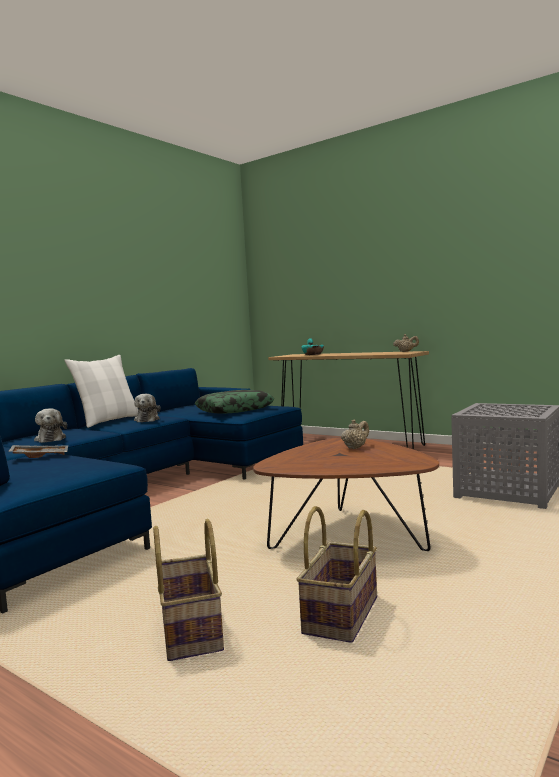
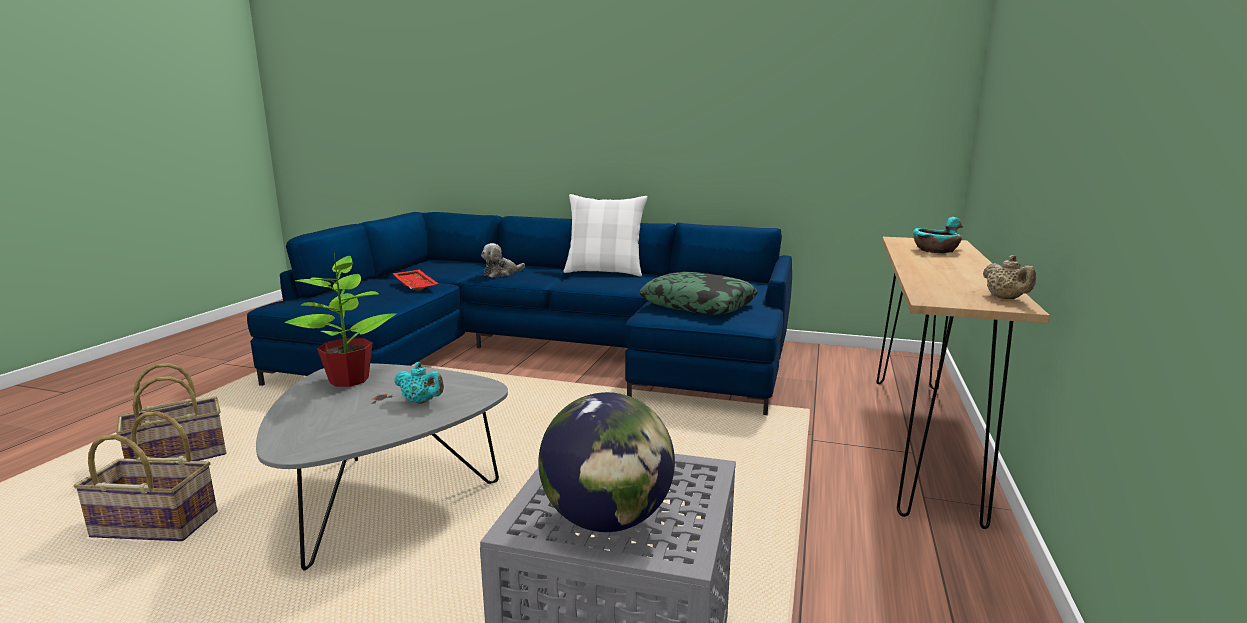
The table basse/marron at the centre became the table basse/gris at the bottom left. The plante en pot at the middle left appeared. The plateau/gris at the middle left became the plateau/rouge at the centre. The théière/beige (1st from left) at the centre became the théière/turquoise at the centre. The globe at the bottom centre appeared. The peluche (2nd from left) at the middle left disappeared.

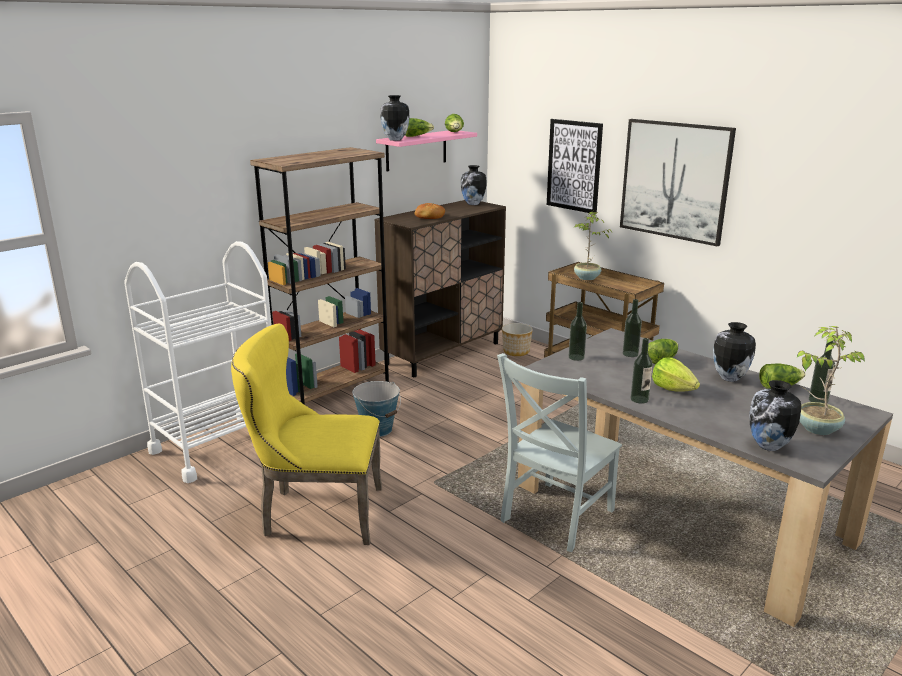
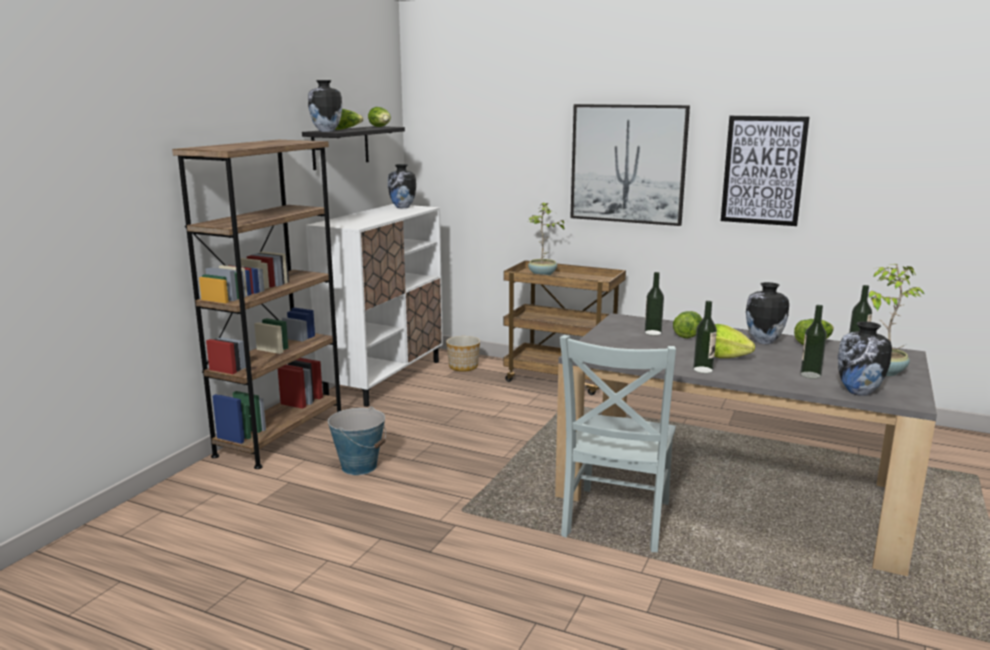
The étagère/rose at the top centre became the étagère/noir at the top centre. The meuble de rangement/marron at the centre became the meuble de rangement/blanc at the centre. The tableau (1st from left in the first image) moved from the top centre to the top right. The bouteille (1st from left in the first image) moved from the centre to the middle right. The chariot/blanc at the middle left disappeared. The chaise/jaune at the centre disappeared. The pain at the top centre disappeared.

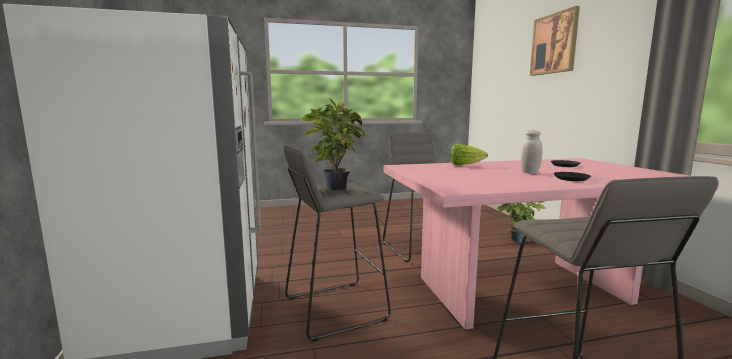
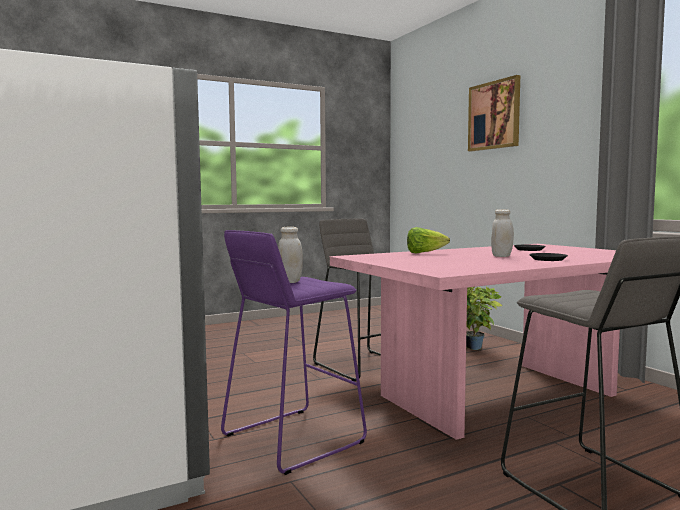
The tabouret/gris (1st from left) at the bottom centre became the tabouret/violet at the bottom centre. The plante en pot (1st from left) at the centre was replaced by the bocal/blanc (1st from left) at the centre.

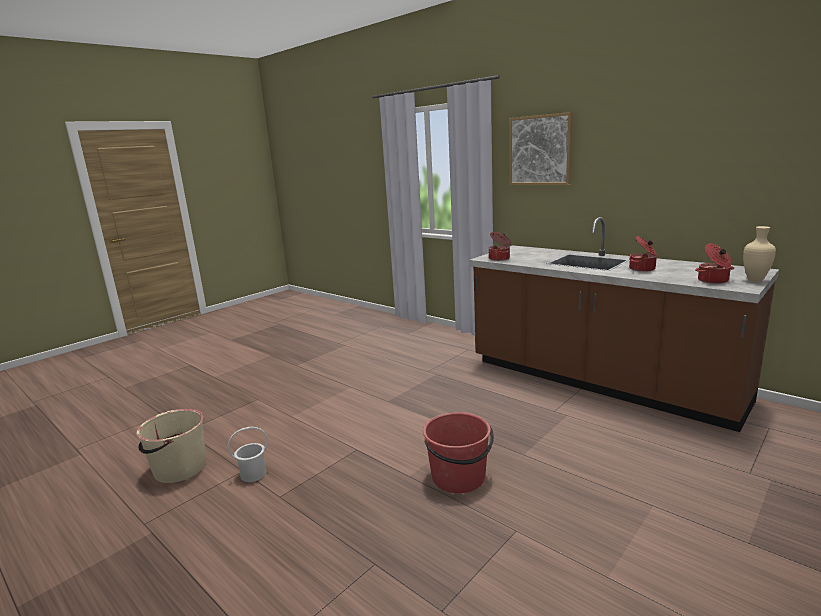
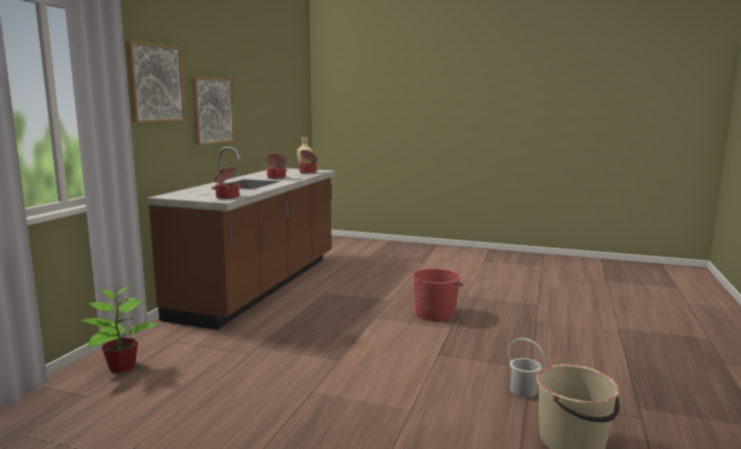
The plante en pot at the bottom left appeared. The tableau (2nd from left) at the top left appeared.

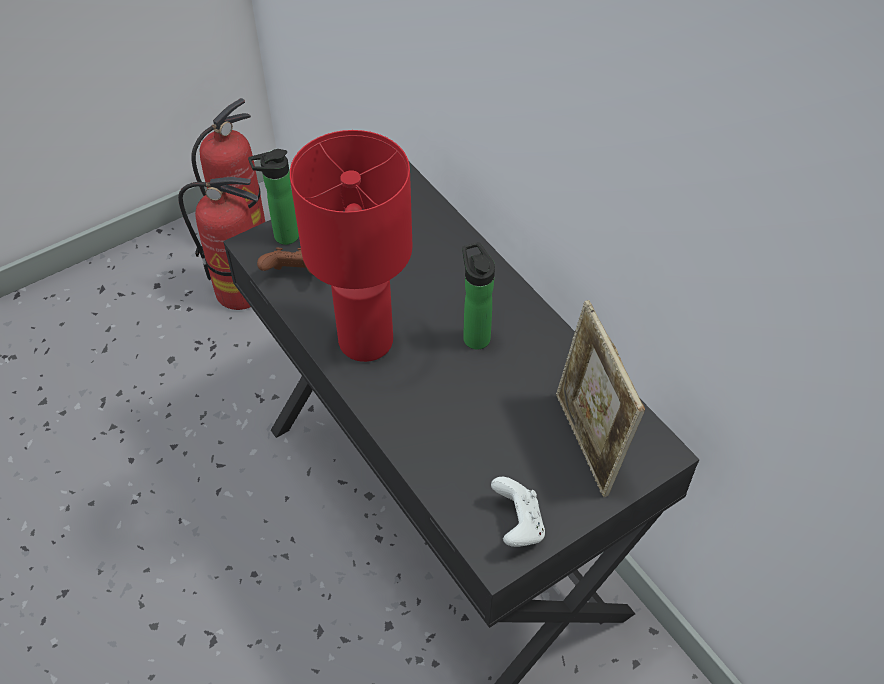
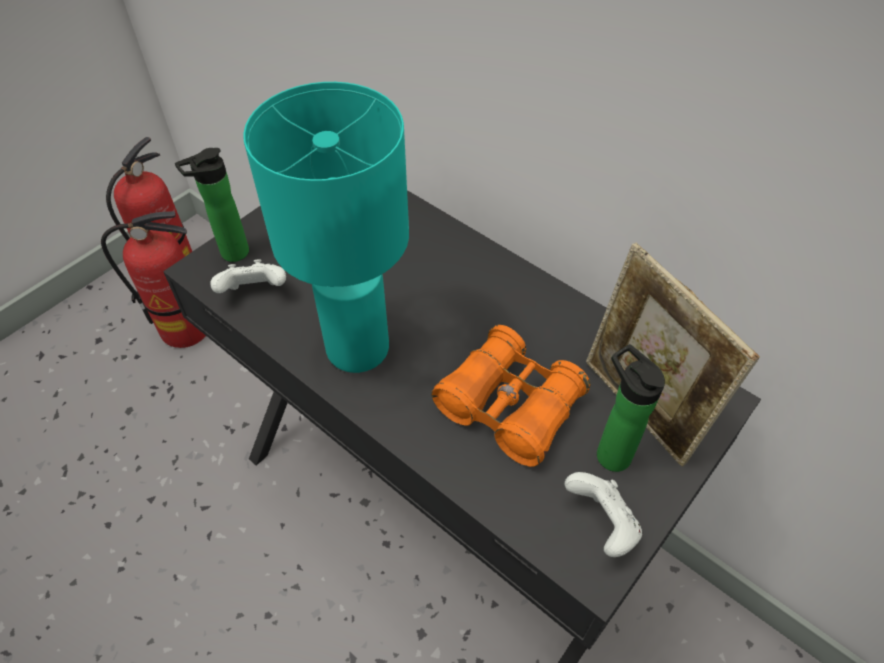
The manette/marron at the middle left became the manette/blanc (1st from left) at the middle left. The lampe de table/rouge at the centre became the lampe de table/turquoise at the centre. The jumelles/orange at the centre appeared. The bouteille (2nd from left) moved from the centre to the middle right.

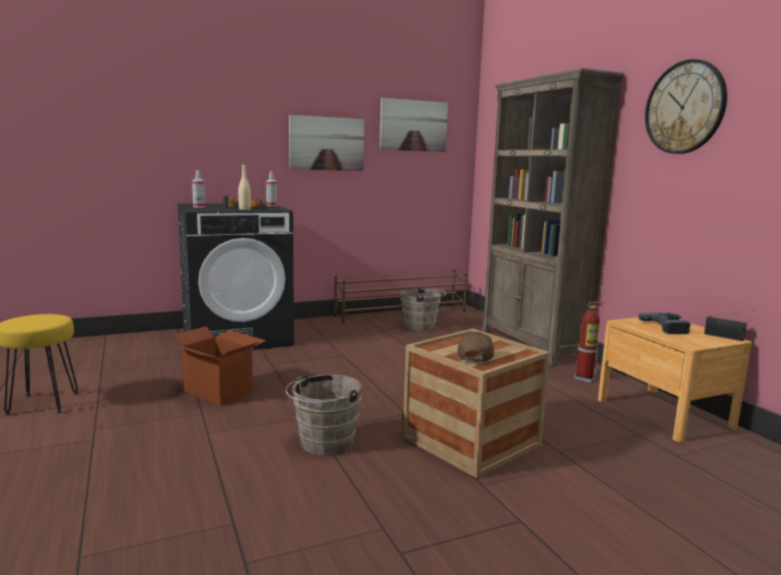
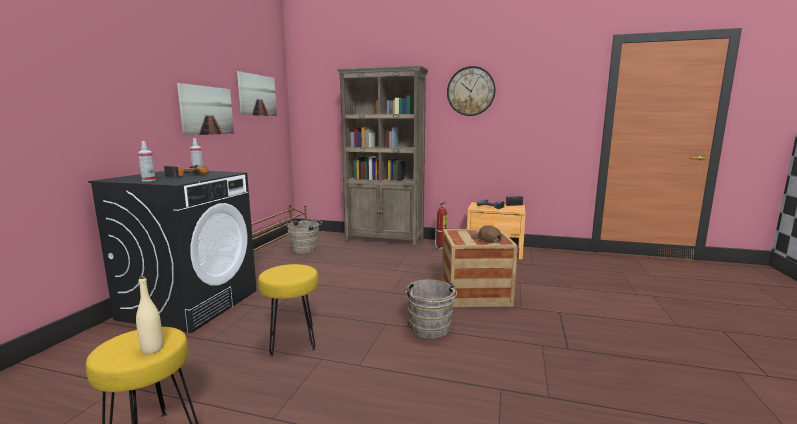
The bouteille/beige moved from the top left to the bottom left. The carton at the middle left was replaced by the tabouret/jaune (2nd from left) at the bottom centre.

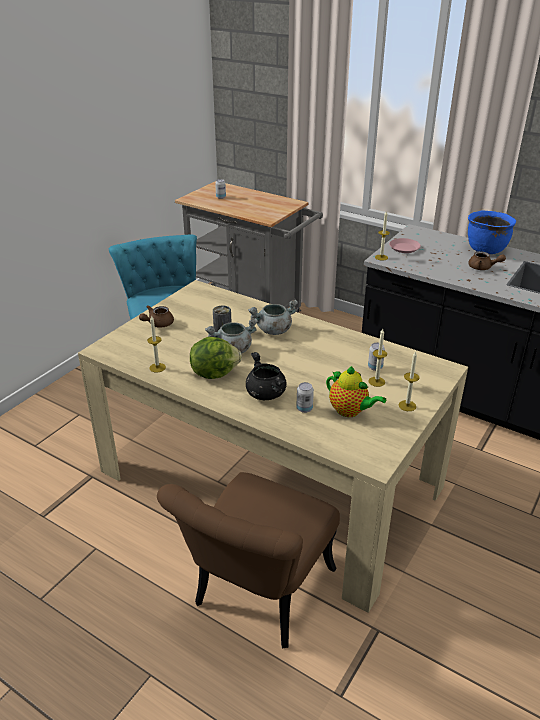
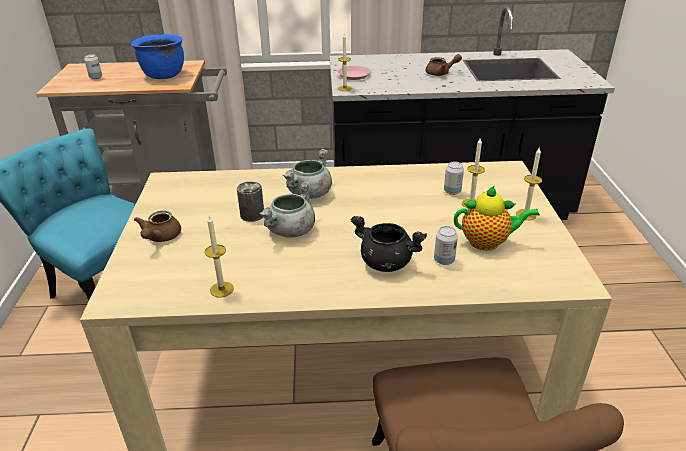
The marmite/bleu moved from the top right to the top left. The laitue at the centre disappeared.

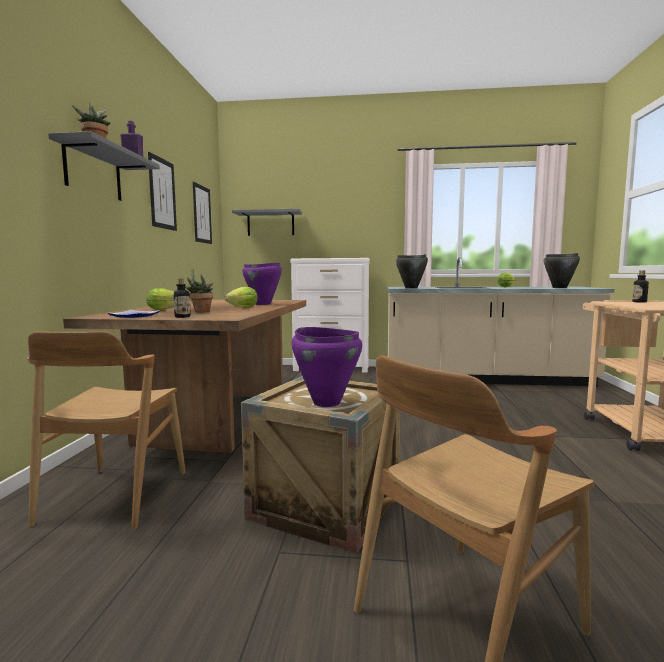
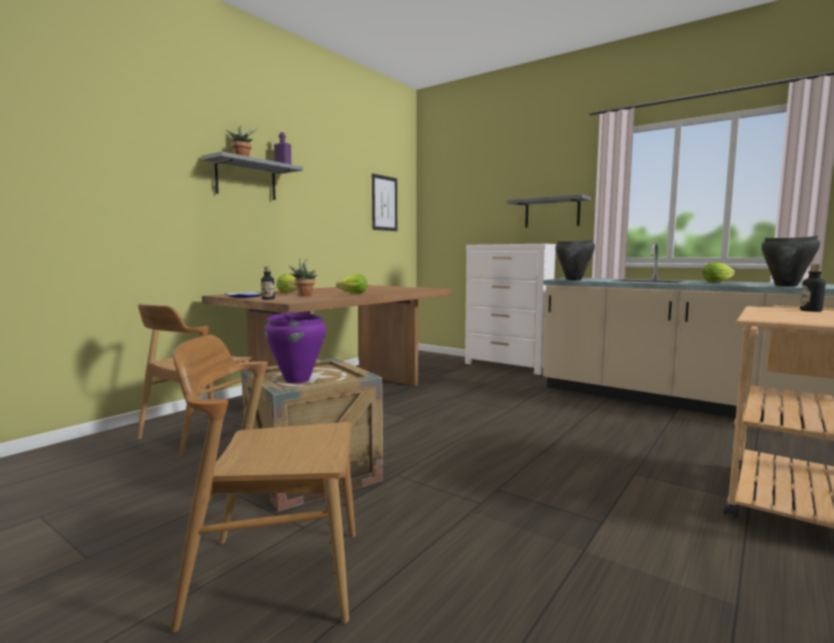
The étagère/gris (2nd from left) moved from the centre to the top centre. The tableau (1st from left) at the top left disappeared. The marmite/violet (1st from left) at the centre disappeared.

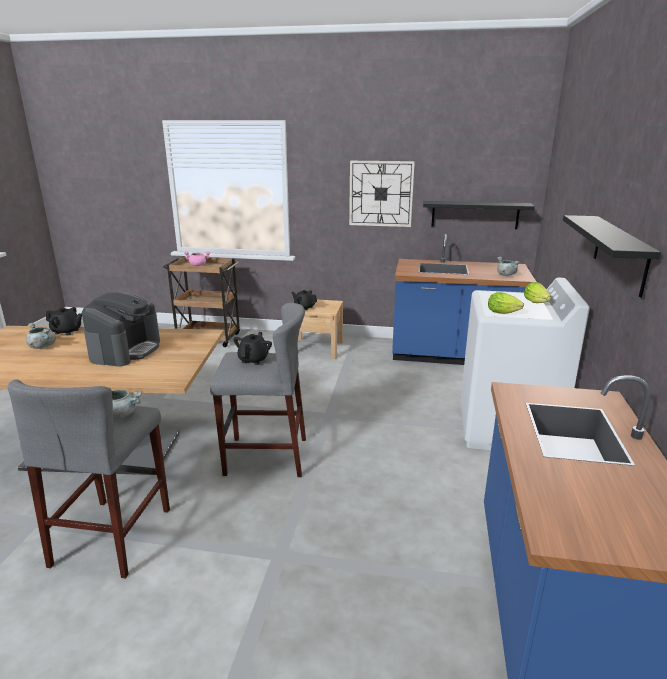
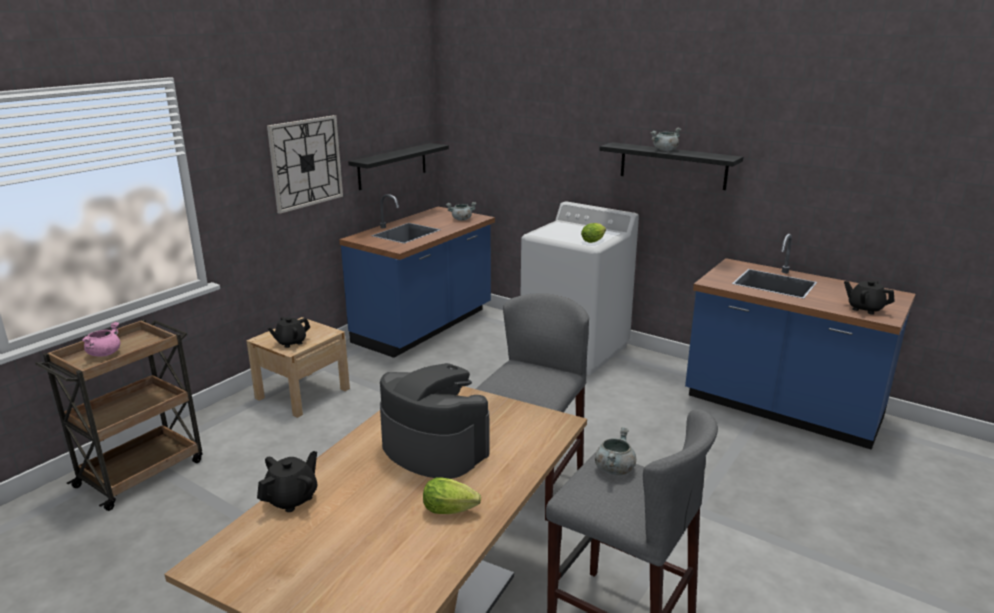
The laitue (2nd from left in the first image) moved from the middle right to the bottom centre. The marmite/gris (1st from left in the first image) moved from the middle left to the top right. The théière/noir (2nd from left in the first image) moved from the centre to the middle right.

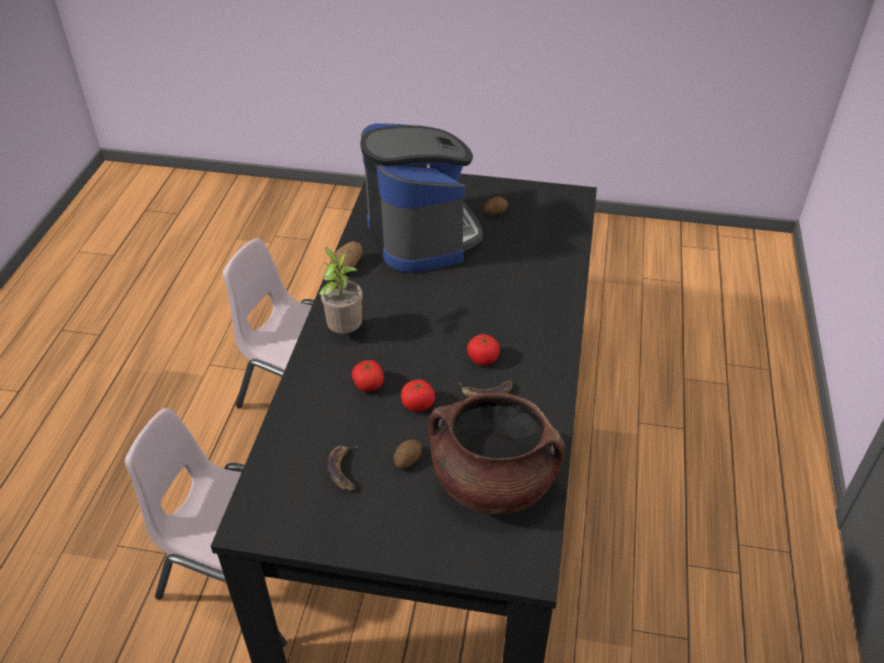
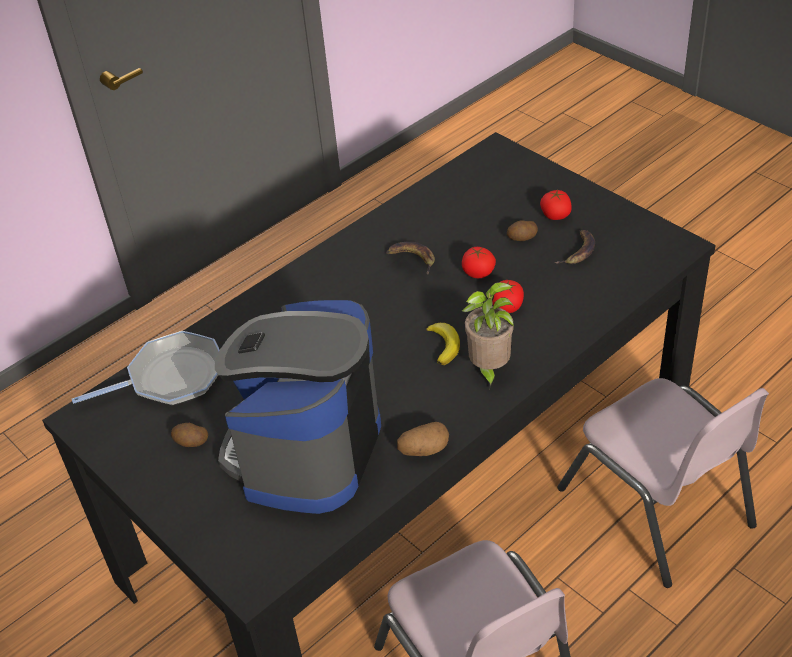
The poêle at the middle left appeared. The banane (2nd from left) at the centre appeared. The tomate (3rd from left) moved from the centre to the top right. The marmite/marron at the bottom centre disappeared.

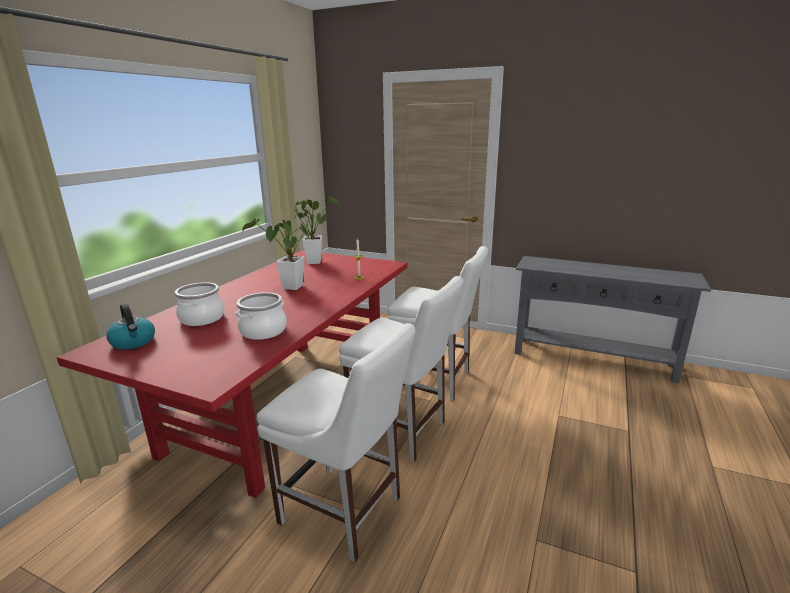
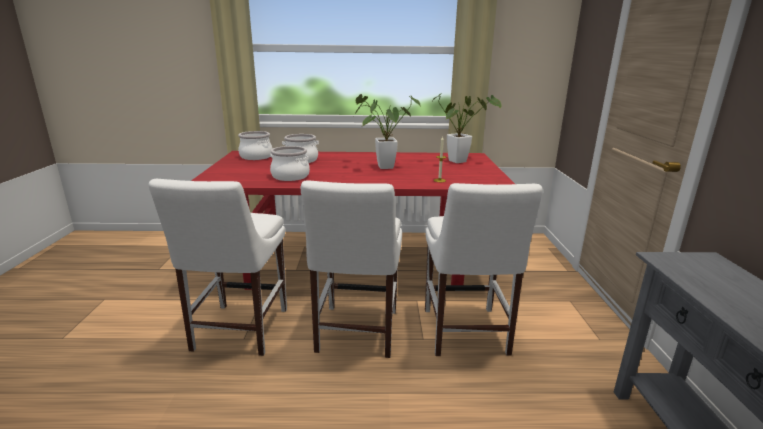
The bouilloire at the middle left was replaced by the marmite (1st from left) at the centre.

